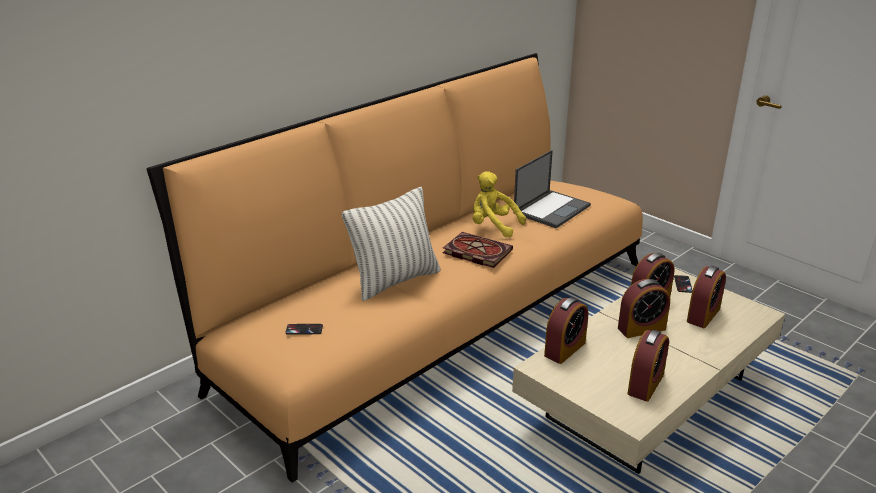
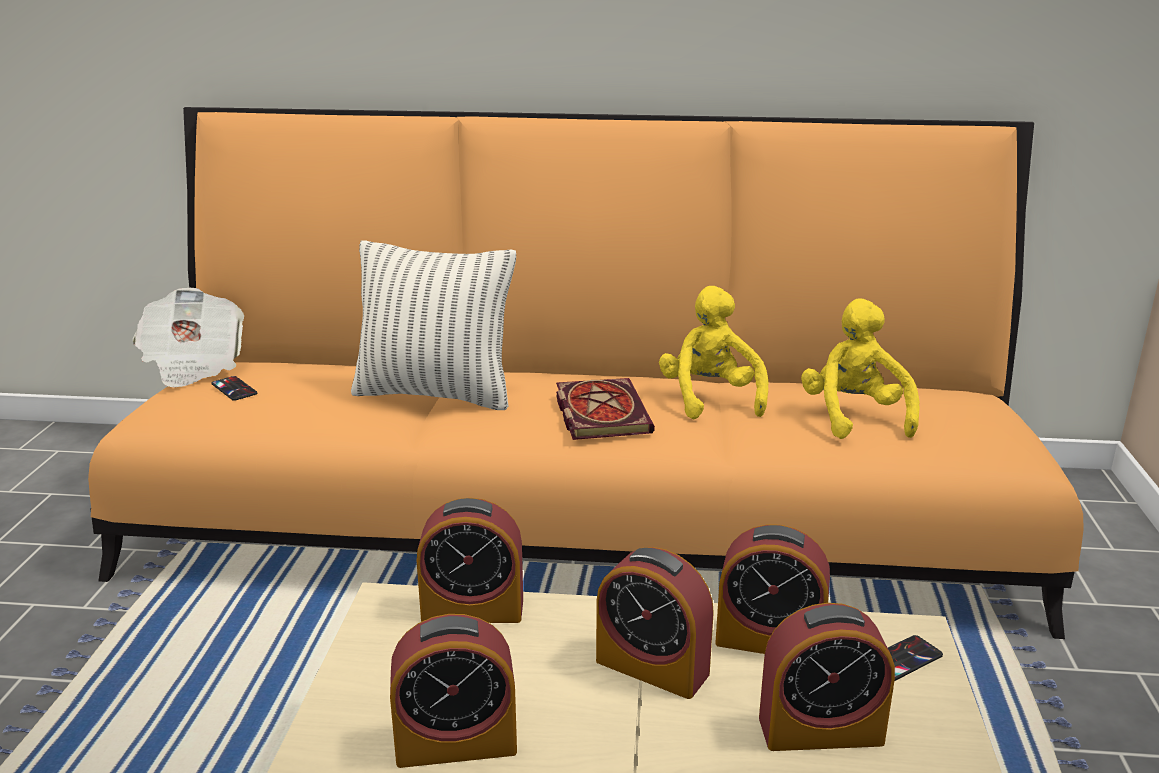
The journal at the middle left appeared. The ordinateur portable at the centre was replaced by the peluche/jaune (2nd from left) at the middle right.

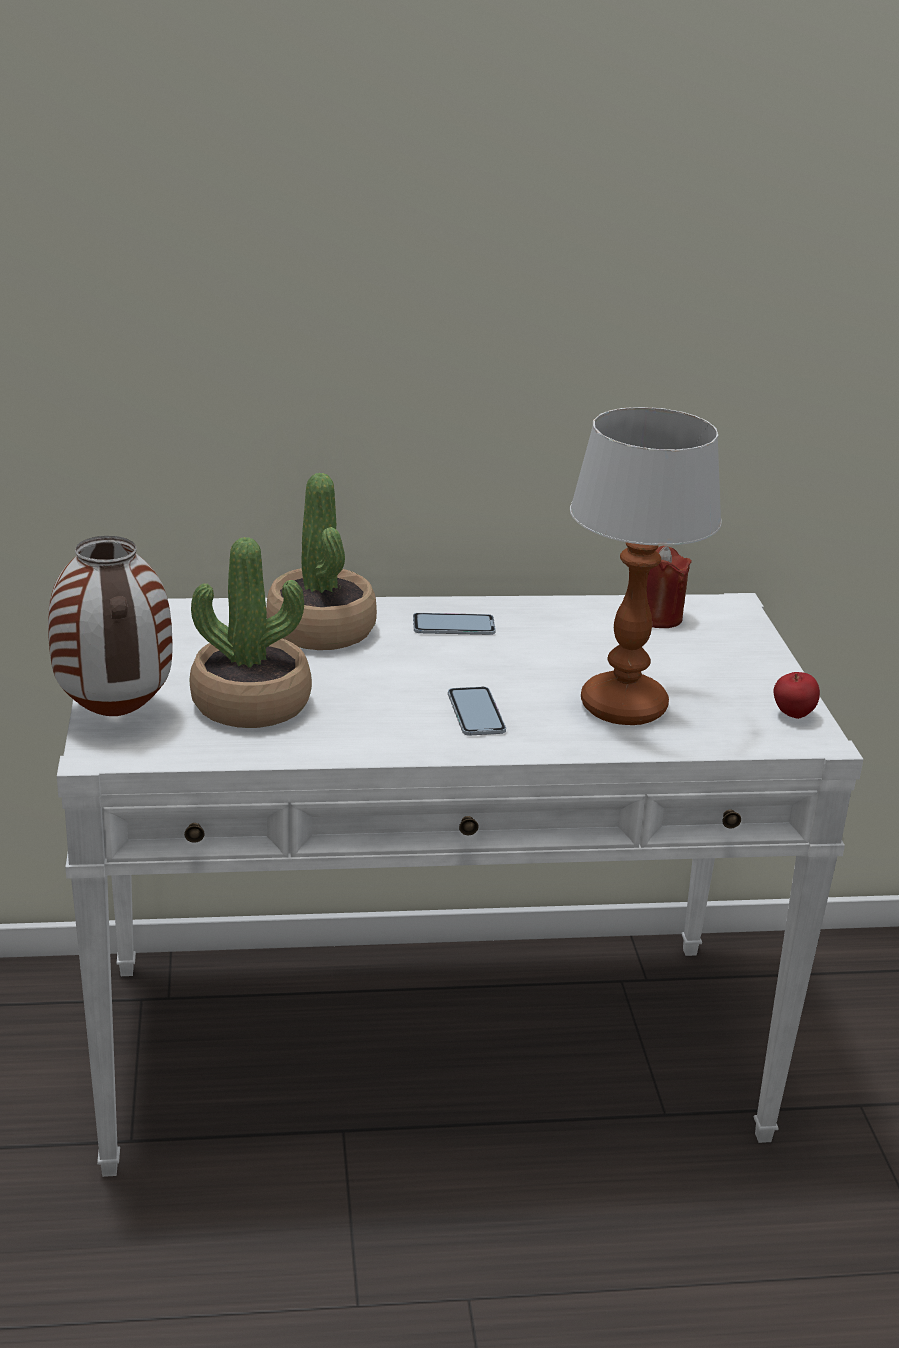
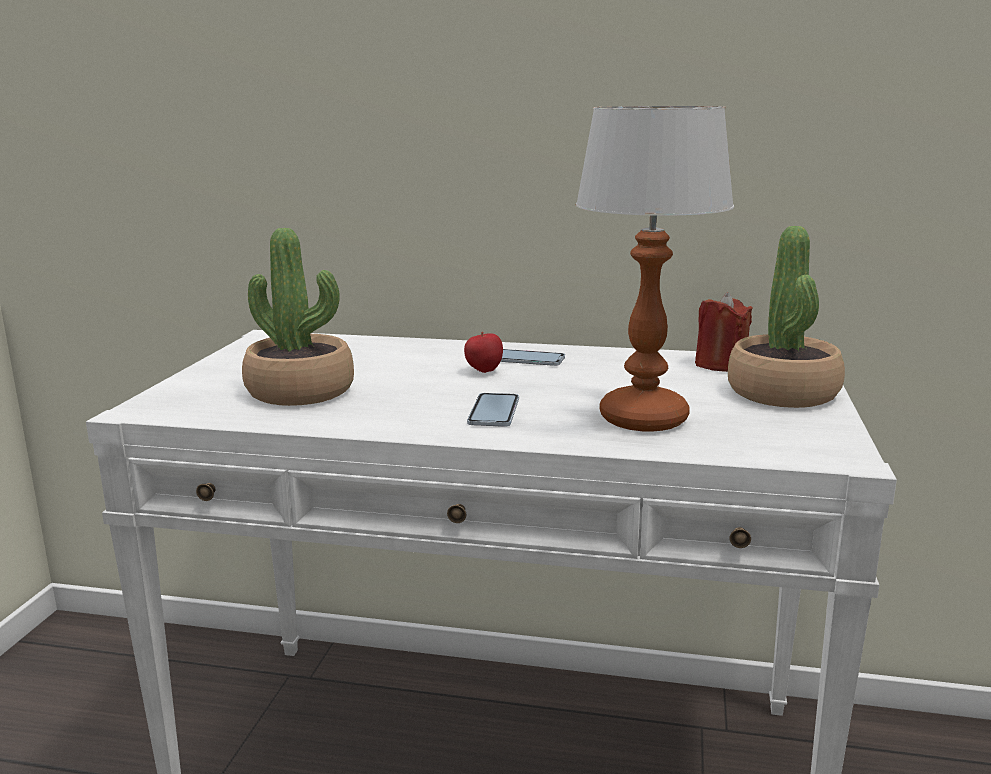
The pomme moved from the middle right to the centre. The plante en pot (2nd from left) moved from the centre to the middle right. The vase at the middle left disappeared.

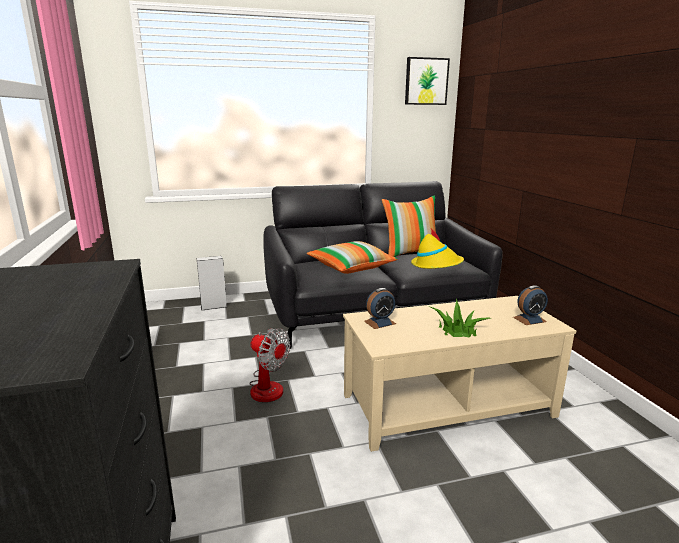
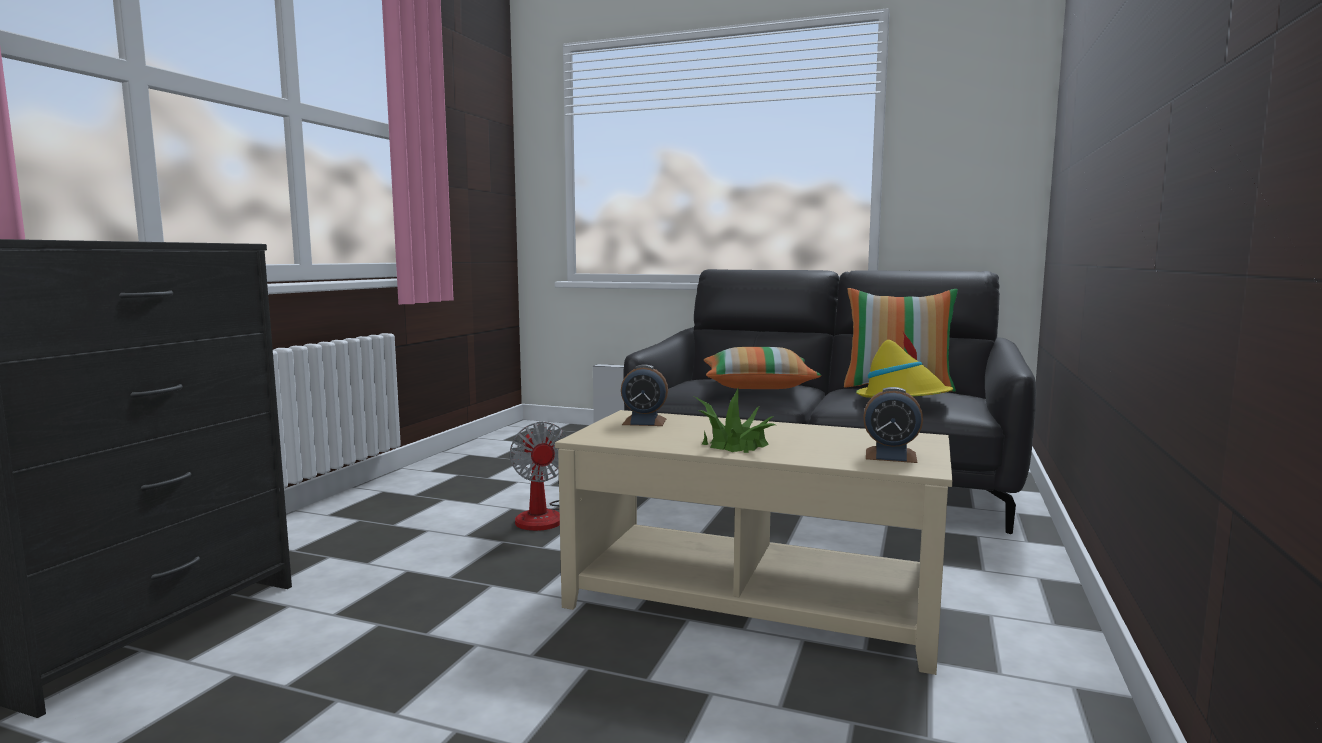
The tableau at the top centre disappeared.

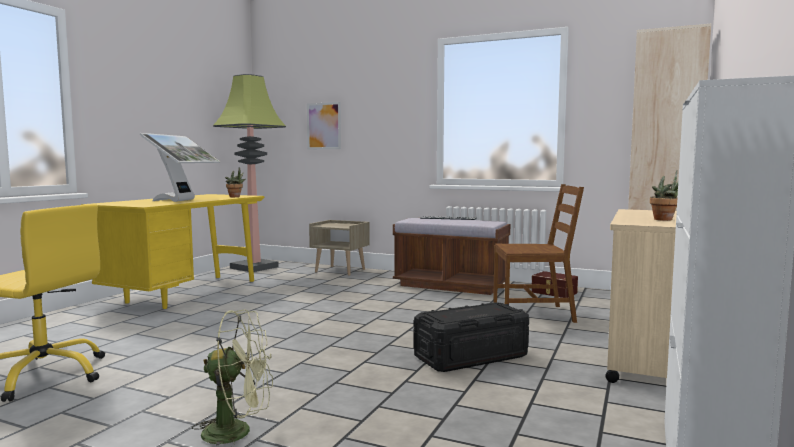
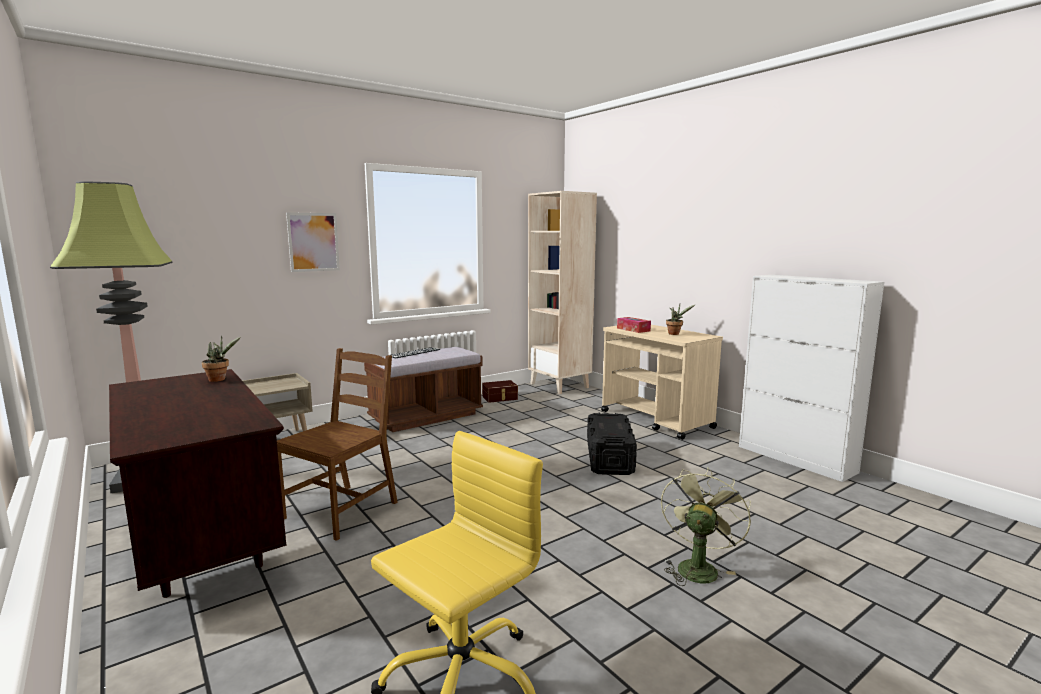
The bureau/jaune at the middle left became the bureau/marron at the bottom left. The chaise/marron moved from the middle right to the middle left. The tableau moved from the top centre to the middle left. The boîte à mouchoirs at the centre appeared. The écran d'ordinateur at the middle left disappeared.

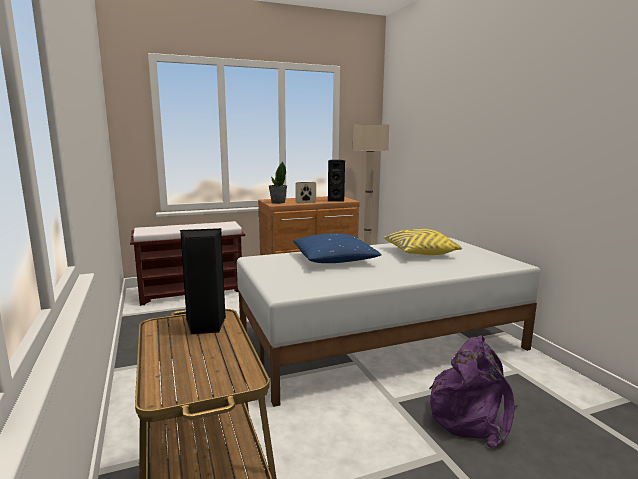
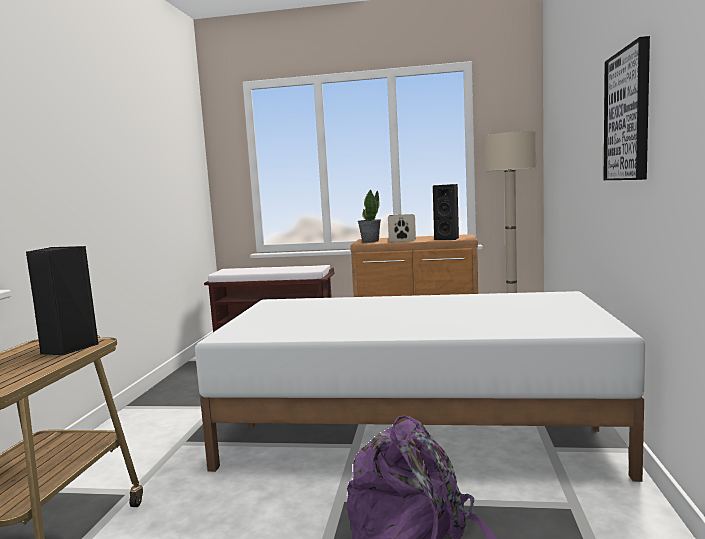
The tableau at the top right appeared. The coussin/bleu at the centre disappeared. The coussin/jaune at the centre disappeared.

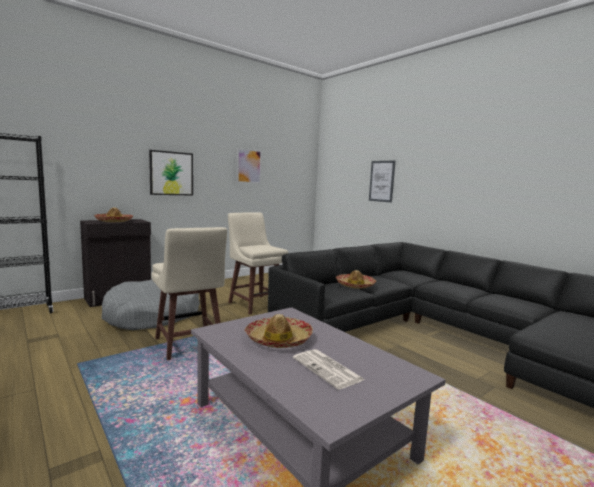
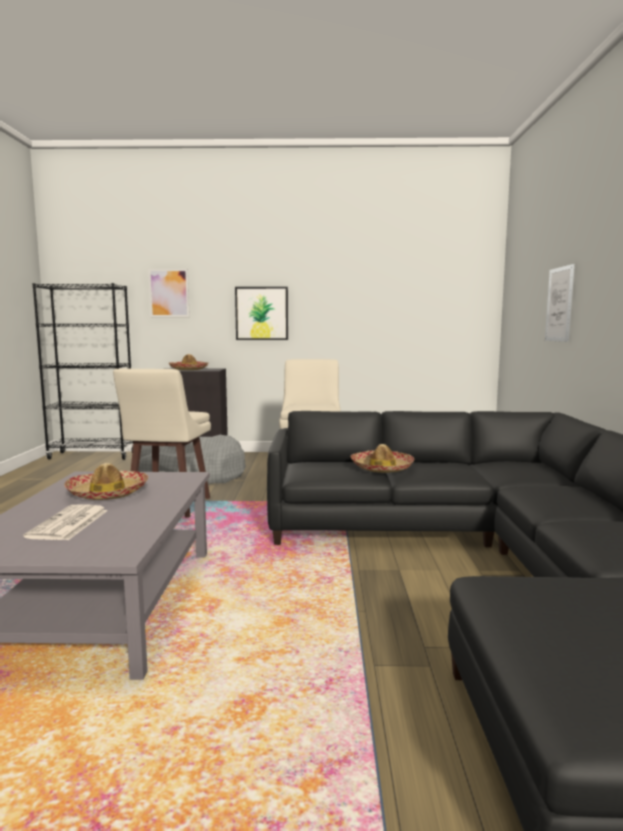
The tableau (2nd from left in the first image) moved from the centre to the middle left.

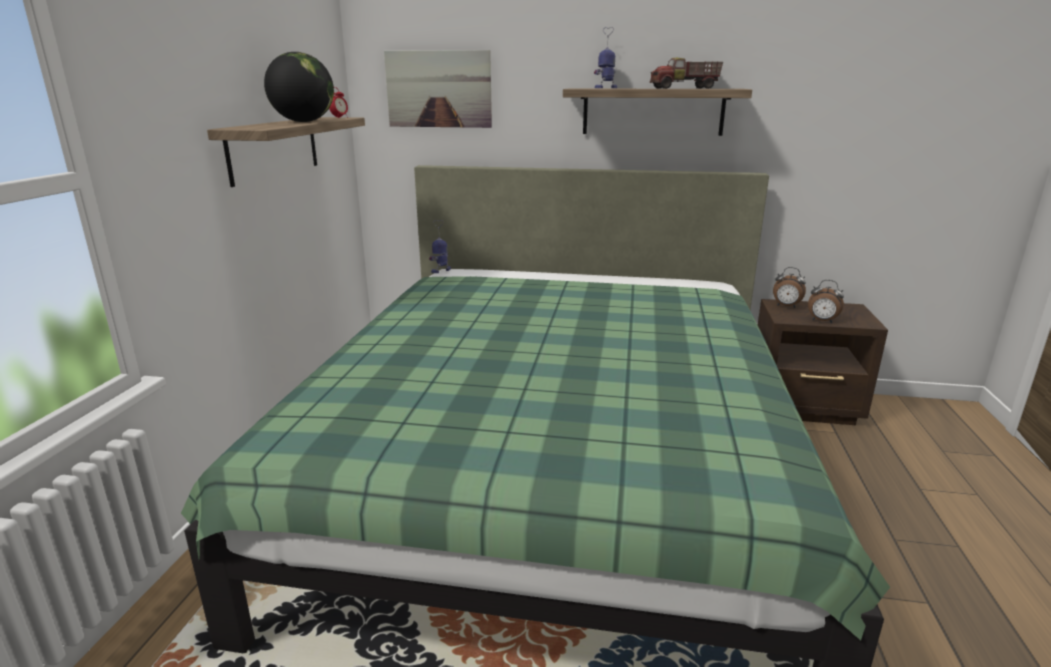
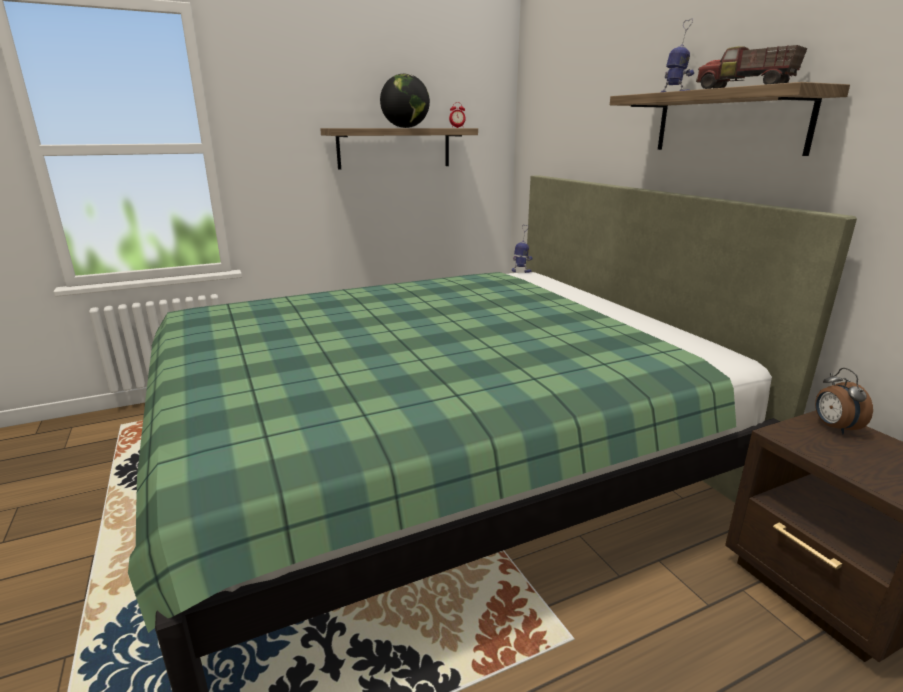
The tableau at the top centre disappeared. The réveil (3rd from left) at the middle right disappeared.

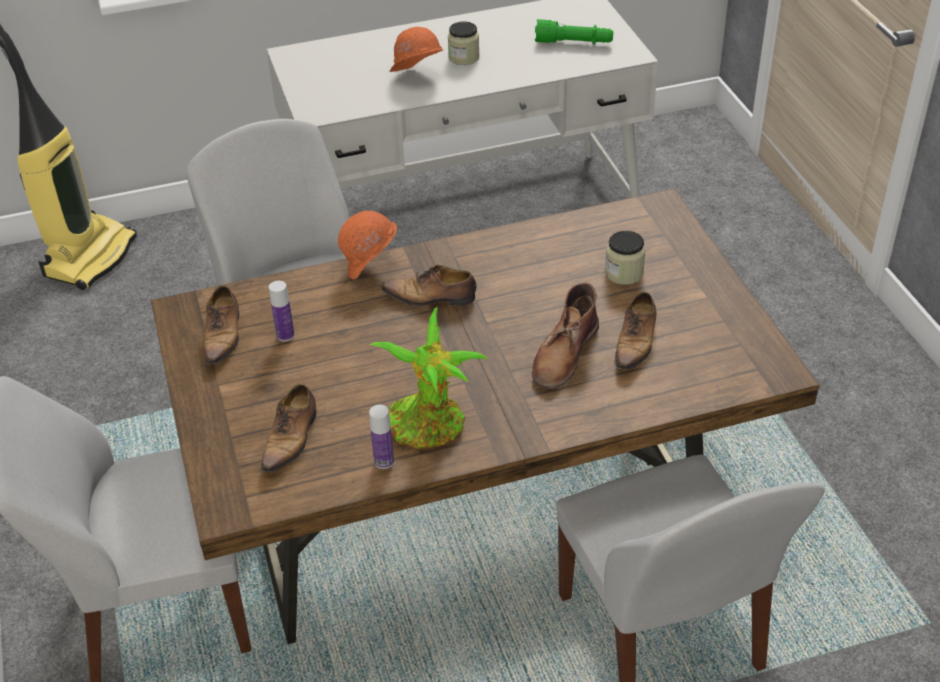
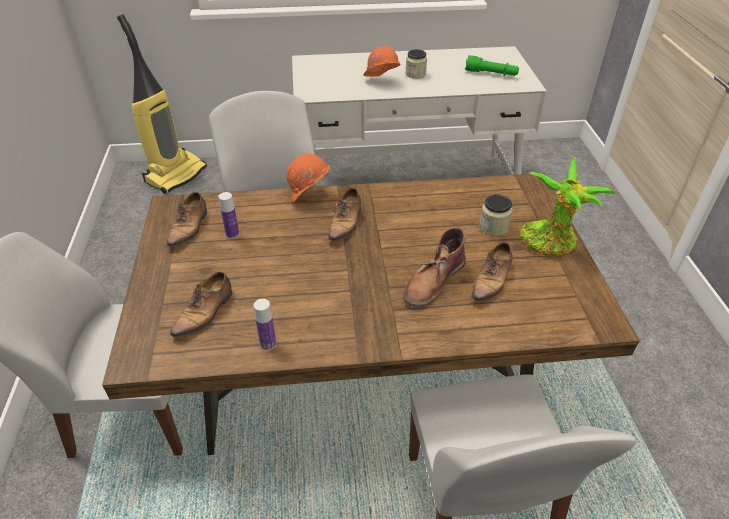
The chaussure (3rd from left) at the centre turned 90 degrees counterclockwise. The plante en pot moved from the centre to the middle right.

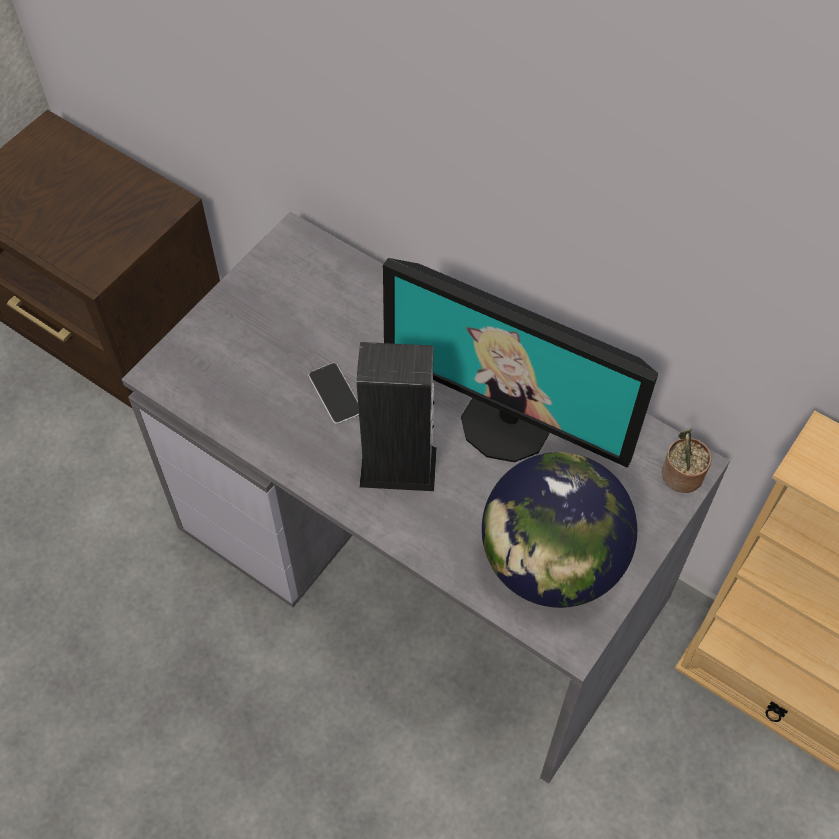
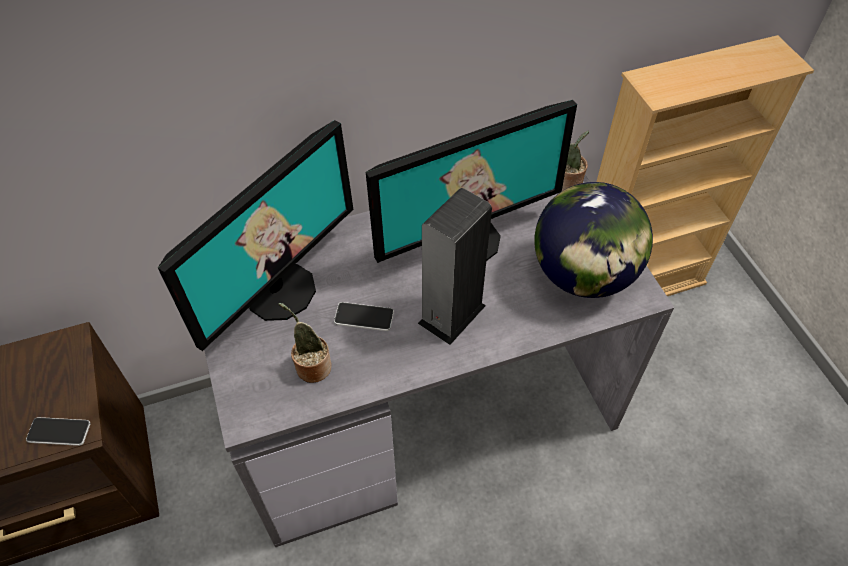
The téléphone (1st from left) at the bottom left appeared. The écran d'ordinateur (1st from left) at the middle left appeared. The plante en pot (1st from left) at the centre appeared.

